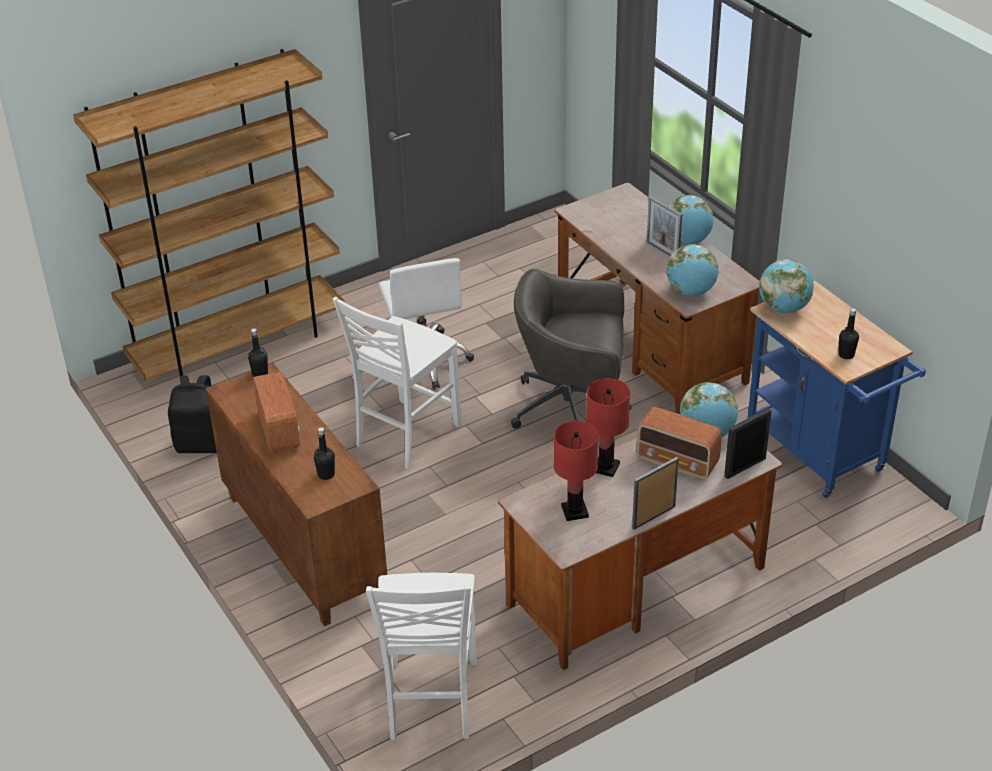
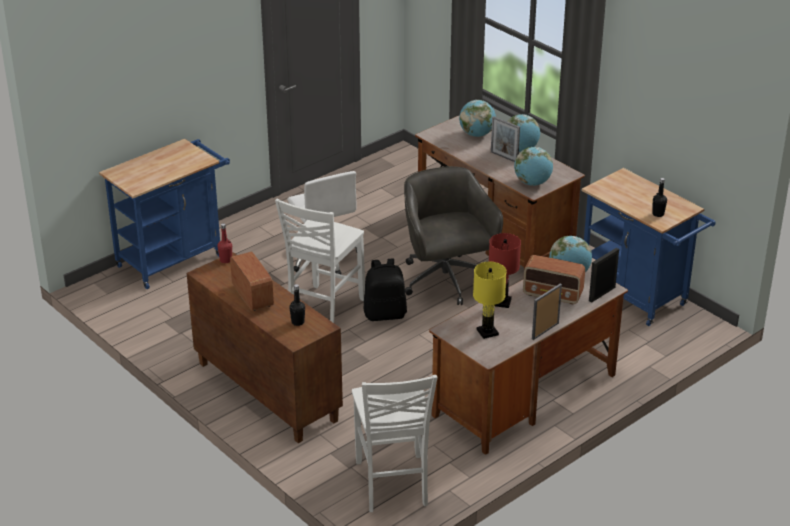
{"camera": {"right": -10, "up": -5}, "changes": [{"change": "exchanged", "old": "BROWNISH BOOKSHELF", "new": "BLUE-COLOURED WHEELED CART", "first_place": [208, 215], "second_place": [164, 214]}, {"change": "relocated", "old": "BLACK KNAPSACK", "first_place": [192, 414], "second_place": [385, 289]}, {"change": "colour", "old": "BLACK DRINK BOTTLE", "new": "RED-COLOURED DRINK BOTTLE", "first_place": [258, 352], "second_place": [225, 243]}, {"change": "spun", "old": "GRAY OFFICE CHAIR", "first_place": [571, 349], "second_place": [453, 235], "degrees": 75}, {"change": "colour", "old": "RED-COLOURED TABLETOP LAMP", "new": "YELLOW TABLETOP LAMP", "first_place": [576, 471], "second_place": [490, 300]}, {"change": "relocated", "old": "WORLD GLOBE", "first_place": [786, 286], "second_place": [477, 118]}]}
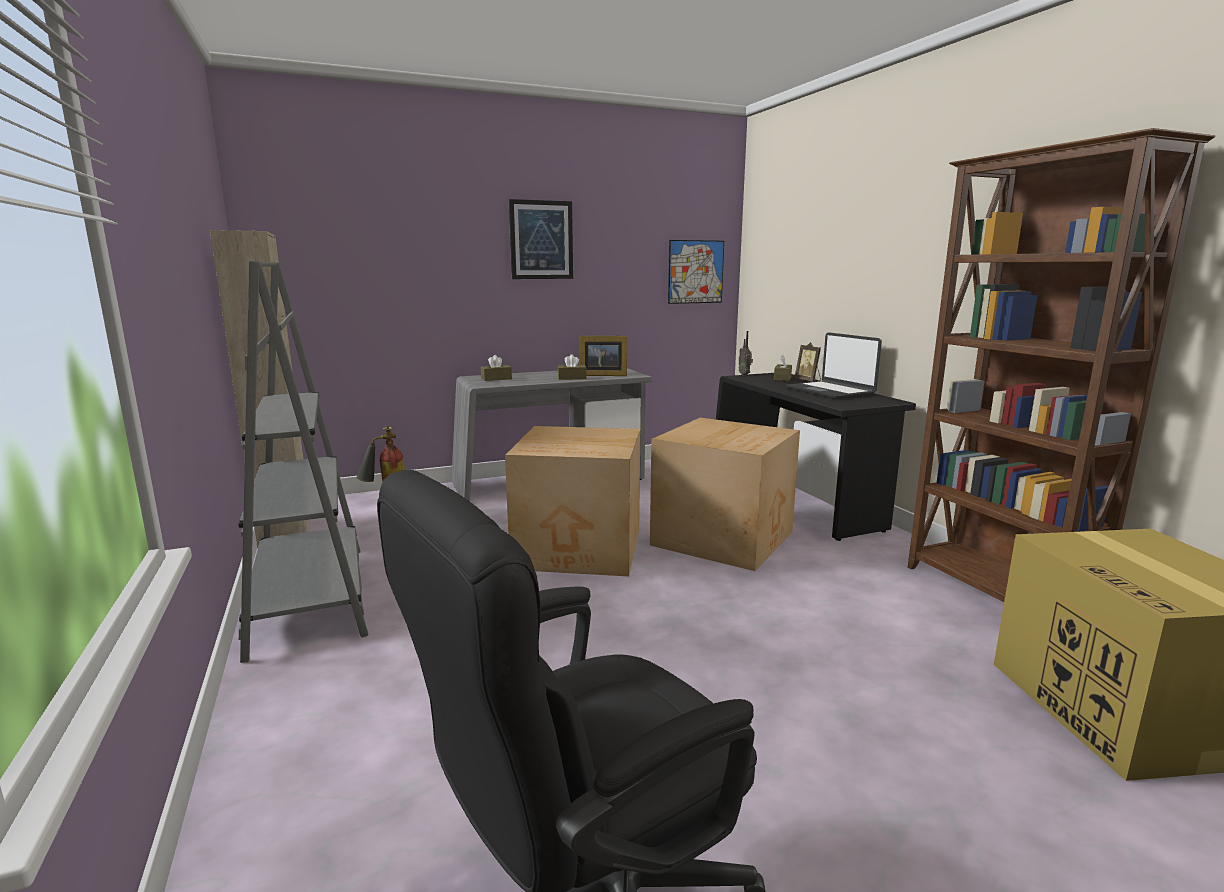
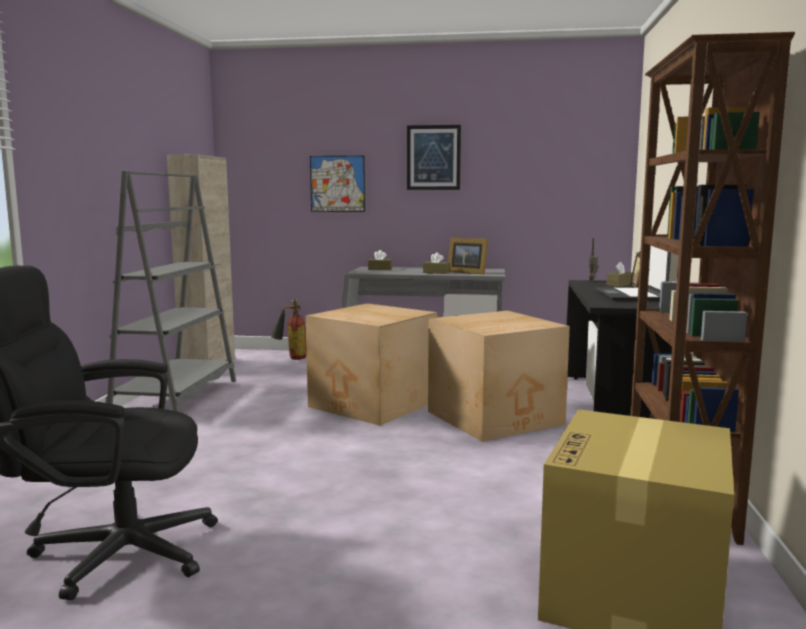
{"camera": {"right": 30, "up": -5}, "changes": [{"change": "relocated", "old": "WALL PICTURE", "first_place": [696, 272], "second_place": [337, 184]}]}
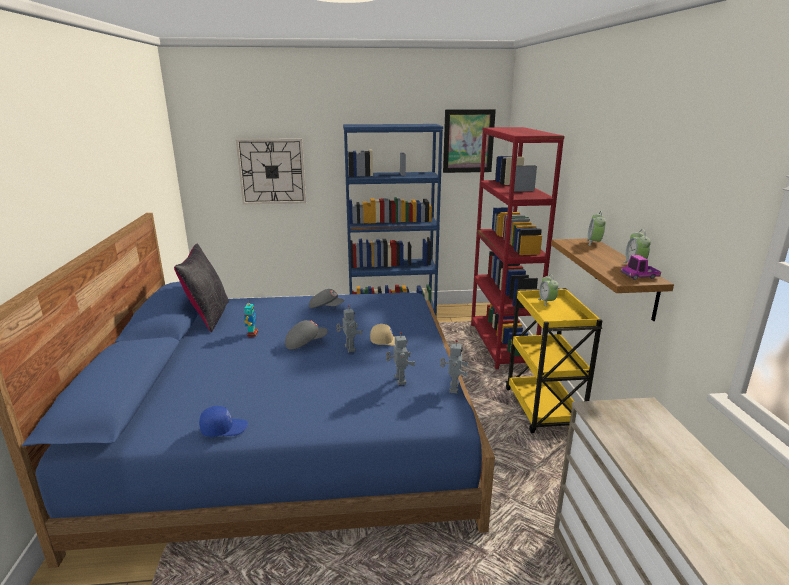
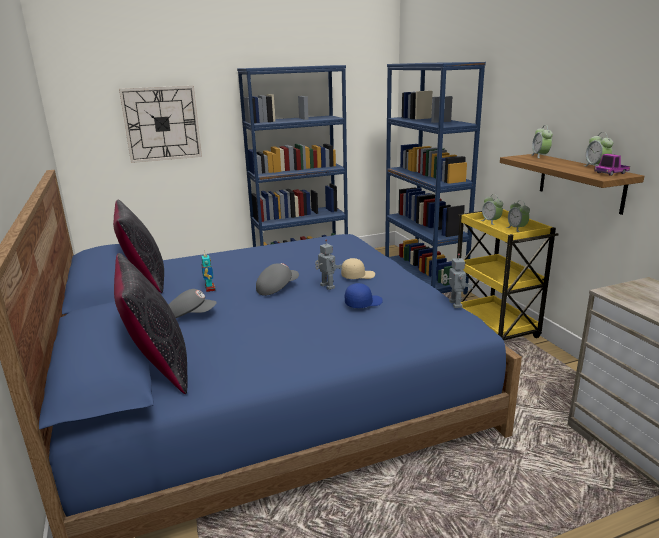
{"camera": {"right": -15, "up": 0}, "changes": [{"change": "relocated", "old": "BLUE-COLOURED BASEBALL CAP", "first_place": [223, 421], "second_place": [364, 295]}, {"change": "relocated", "old": "GRAY BASEBALL CAP", "first_place": [327, 298], "second_place": [193, 303]}, {"change": "missing", "old": "TOY ROBOT", "first_place": [400, 358]}, {"change": "missing", "old": "WALL PICTURE", "first_place": [469, 141]}, {"change": "colour", "old": "RED-COLOURED BOOKSHELF", "new": "BLUE-COLOURED BOOKSHELF", "first_place": [518, 248], "second_place": [435, 178]}, {"change": "appeared", "new": "BLACK THROW PILLOW", "second_place": [150, 323]}, {"change": "appeared", "new": "BEDSIDE CLOCK", "second_place": [518, 216]}]}
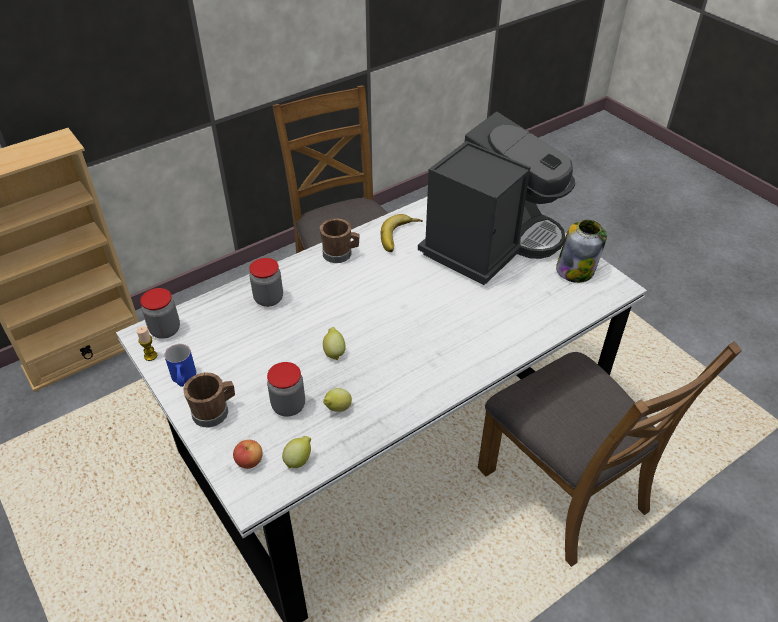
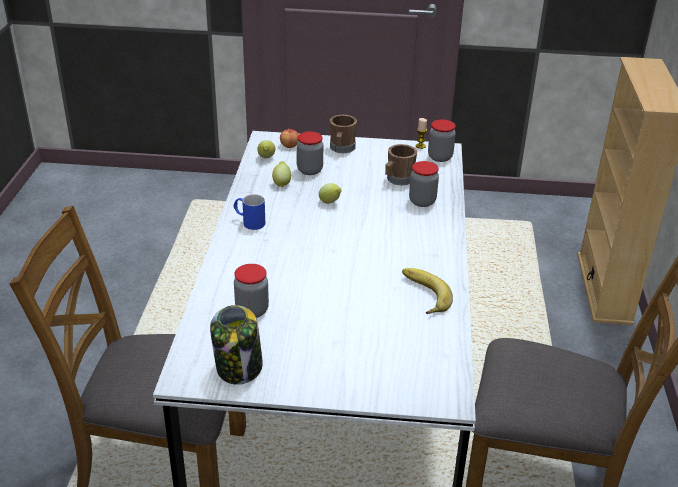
{"camera": {"right": 130, "up": -10}, "changes": [{"change": "relocated", "old": "BLUE-COLOURED TEA MUG", "first_place": [180, 365], "second_place": [249, 212]}, {"change": "relocated", "old": "BROWNISH TEA MUG", "first_place": [340, 240], "second_place": [401, 165]}, {"change": "missing", "old": "COFFEE BREWER", "first_place": [496, 198]}, {"change": "appeared", "new": "PRESERVE JAR", "second_place": [251, 291]}]}
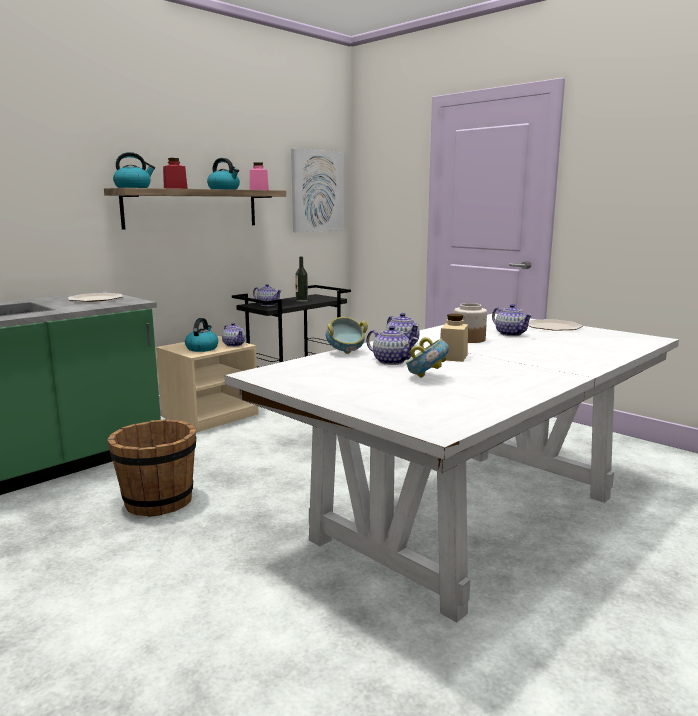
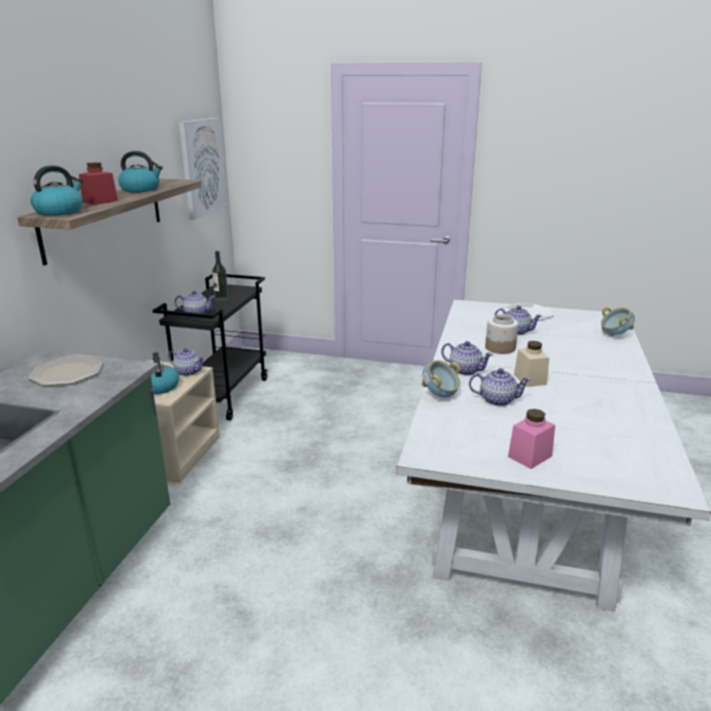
{"camera": {"right": -30, "up": 10}, "changes": [{"change": "missing", "old": "BROWNISH BUCKET", "first_place": [151, 468]}, {"change": "relocated", "old": "PINKISH PRESERVE JAR", "first_place": [259, 176], "second_place": [531, 439]}, {"change": "relocated", "old": "DEEP DISH", "first_place": [427, 357], "second_place": [618, 321]}]}
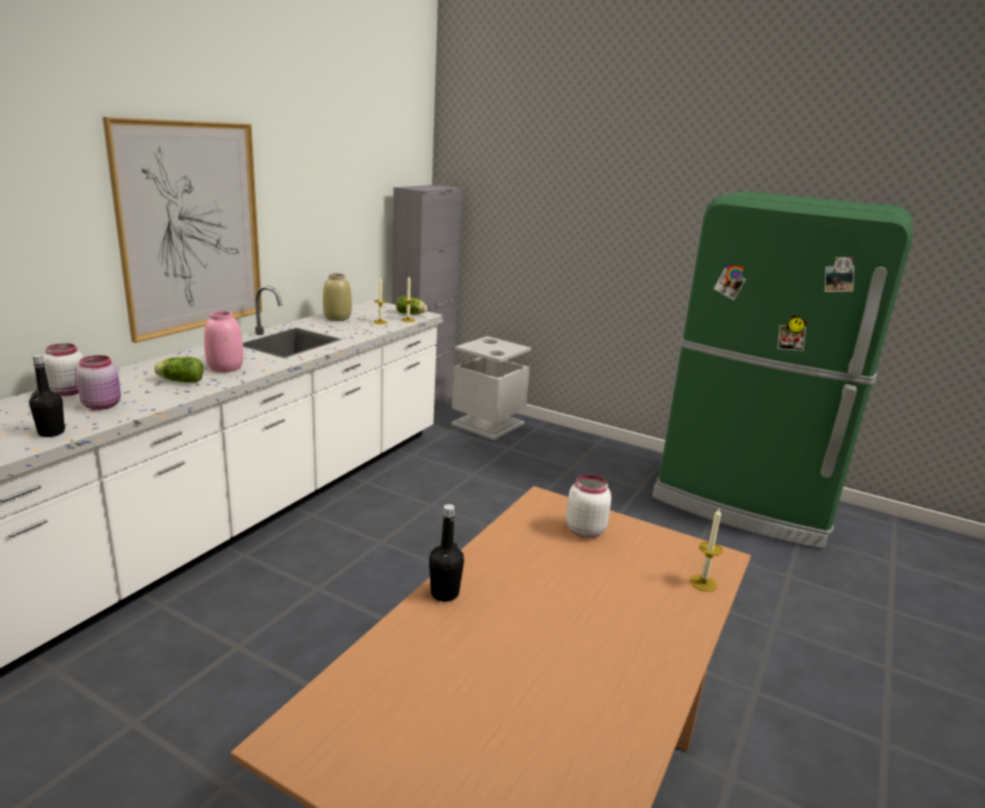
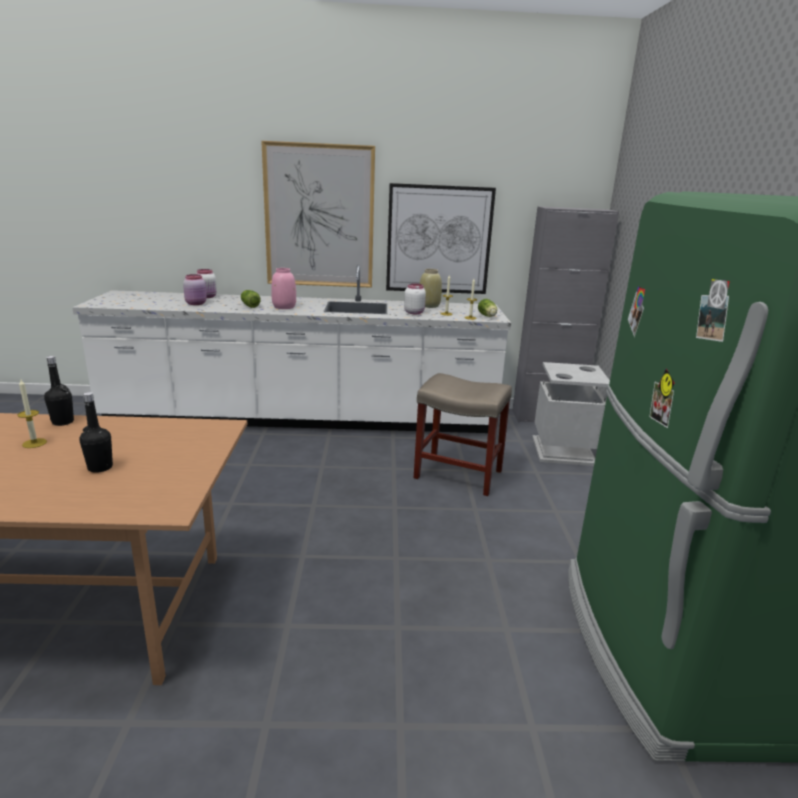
{"camera": {"right": 60, "up": 0}, "changes": [{"change": "relocated", "old": "BLACK DRINK BOTTLE", "first_place": [47, 396], "second_place": [96, 432]}, {"change": "relocated", "old": "WHITE-COLOURED PRESERVE JAR", "first_place": [589, 506], "second_place": [415, 298]}, {"change": "relocated", "old": "CANDLE", "first_place": [706, 549], "second_place": [32, 414]}, {"change": "appeared", "new": "WALL PICTURE", "second_place": [441, 238]}, {"change": "appeared", "new": "SAND-COLOURED SITTING STOOL", "second_place": [463, 434]}]}
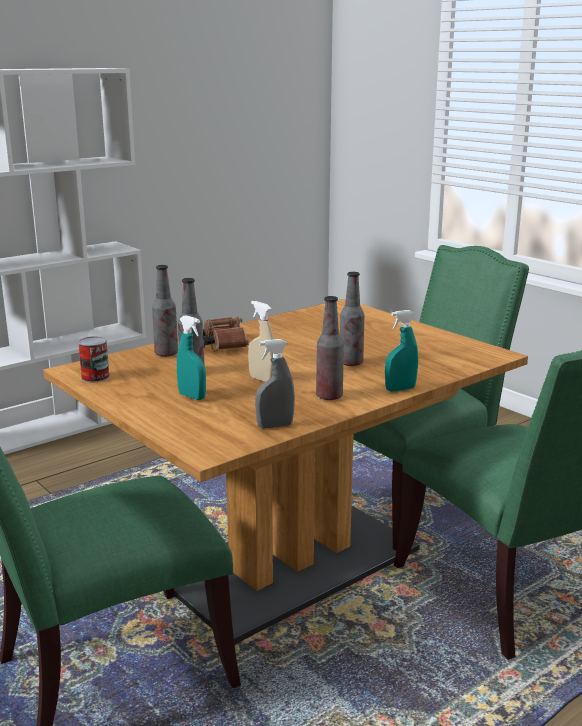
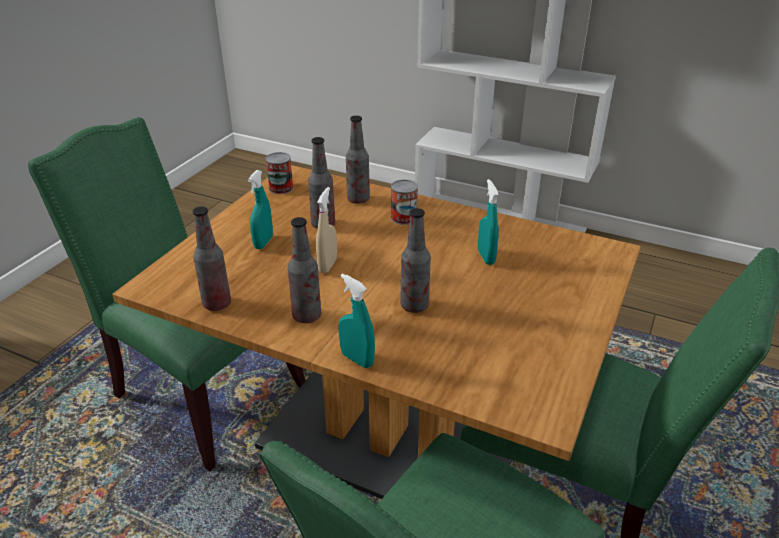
{"camera": {"right": 65, "up": 15}, "changes": [{"change": "exchanged", "old": "BROWNISH PAIR OF BINOCULARS", "new": "CAN", "first_place": [226, 334], "second_place": [404, 202]}, {"change": "exchanged", "old": "GRAY SPRAYER", "new": "DRINK BOTTLE", "first_place": [275, 383], "second_place": [211, 259]}, {"change": "appeared", "new": "BLUE-GREEN SPRAYER", "second_place": [488, 222]}]}
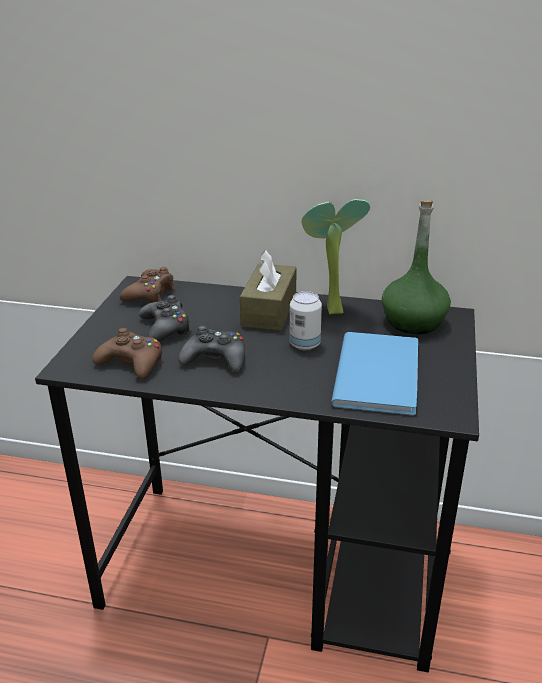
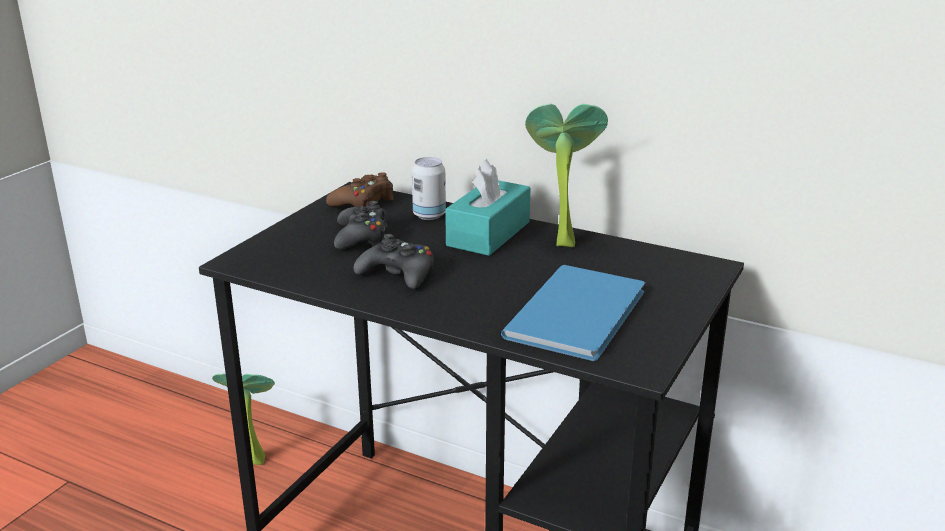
{"camera": {"right": 15, "up": -5}, "changes": [{"change": "missing", "old": "BROWNISH GAMEPAD", "first_place": [127, 353]}, {"change": "colour", "old": "BROWNISH TISSUE HOLDER", "new": "BLUE-GREEN TISSUE HOLDER", "first_place": [268, 290], "second_place": [488, 207]}, {"change": "relocated", "old": "CAN", "first_place": [306, 320], "second_place": [429, 188]}, {"change": "missing", "old": "GREEN-COLOURED DRINK BOTTLE", "first_place": [416, 267]}, {"change": "appeared", "new": "POTTED PLANT", "second_place": [243, 419]}]}
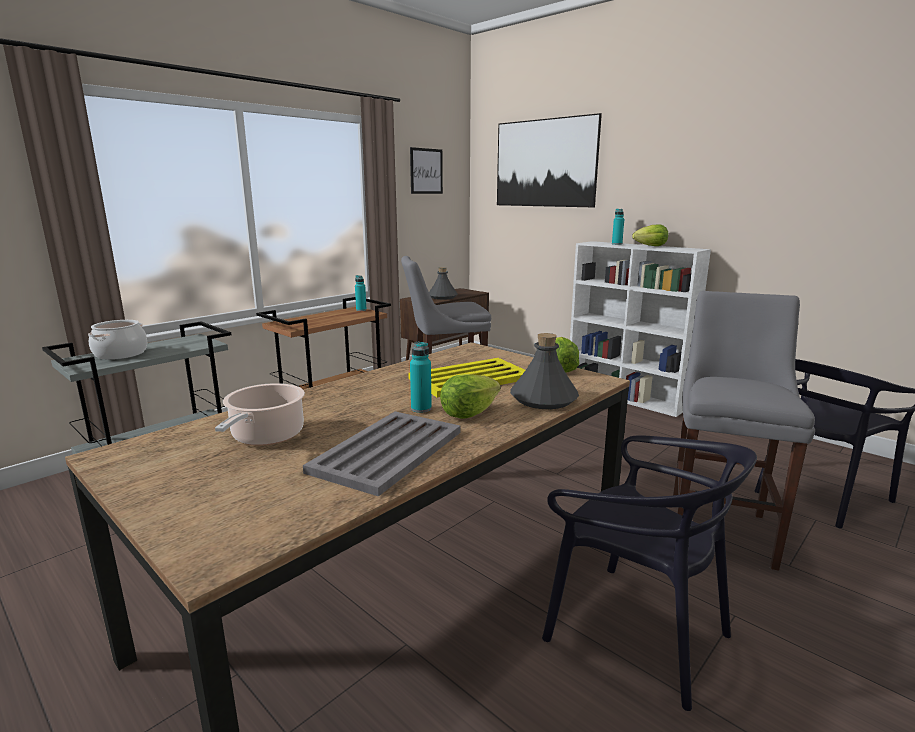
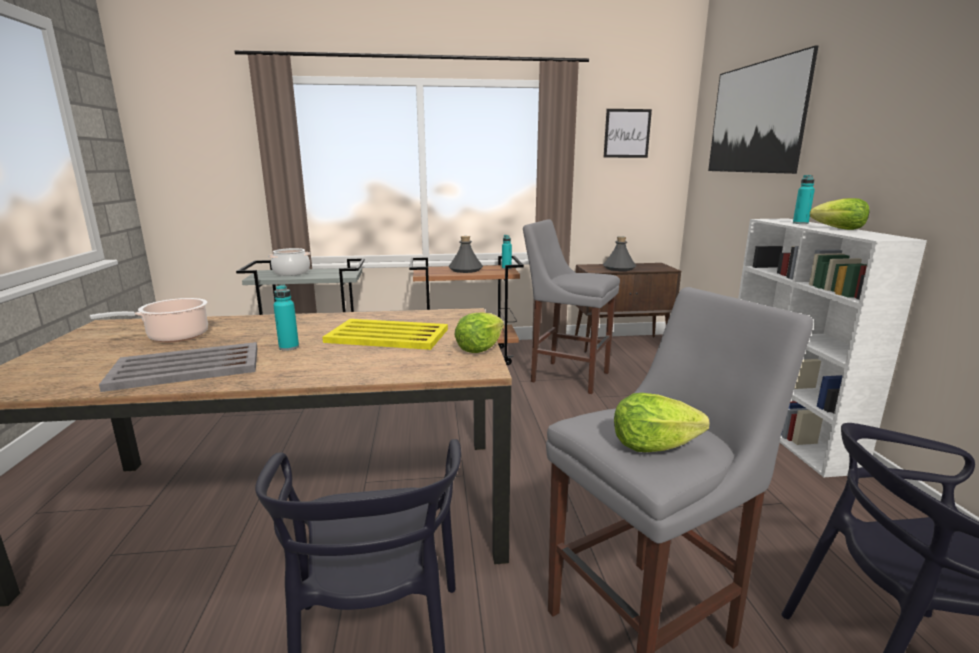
{"camera": {"right": 40, "up": 0}, "changes": [{"change": "relocated", "old": "LETTUCE", "first_place": [470, 396], "second_place": [662, 422]}, {"change": "relocated", "old": "GRAY DRINK BOTTLE", "first_place": [544, 371], "second_place": [466, 254]}]}
